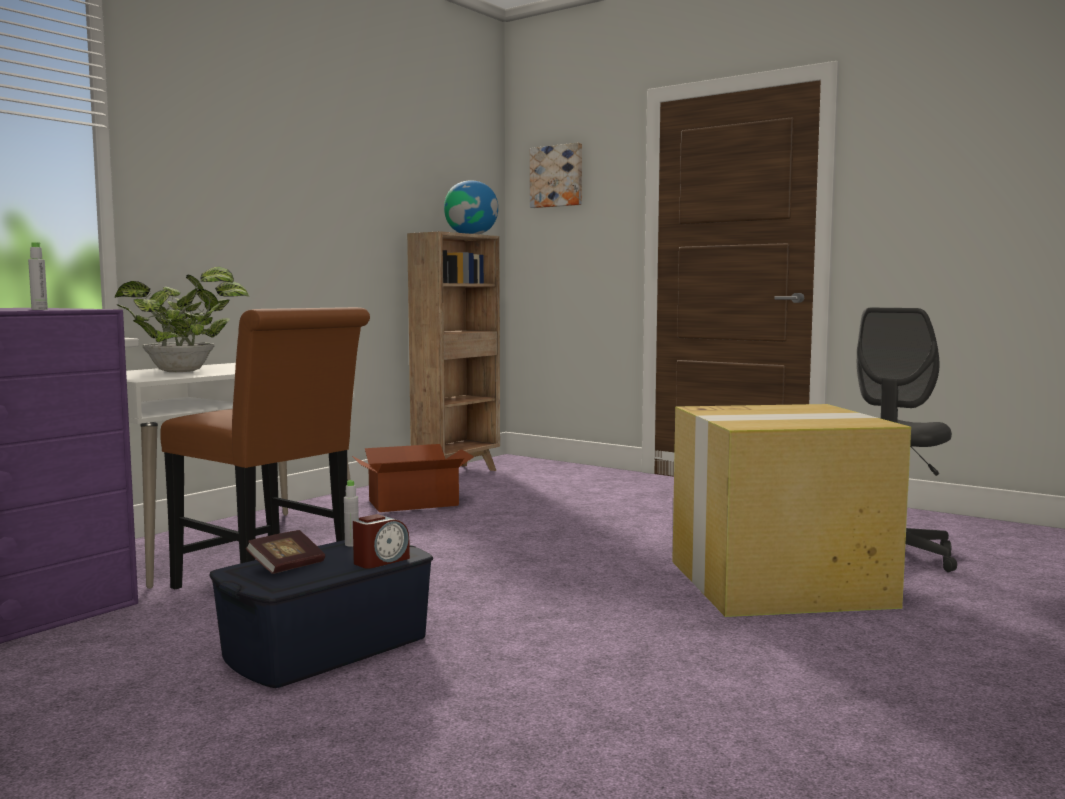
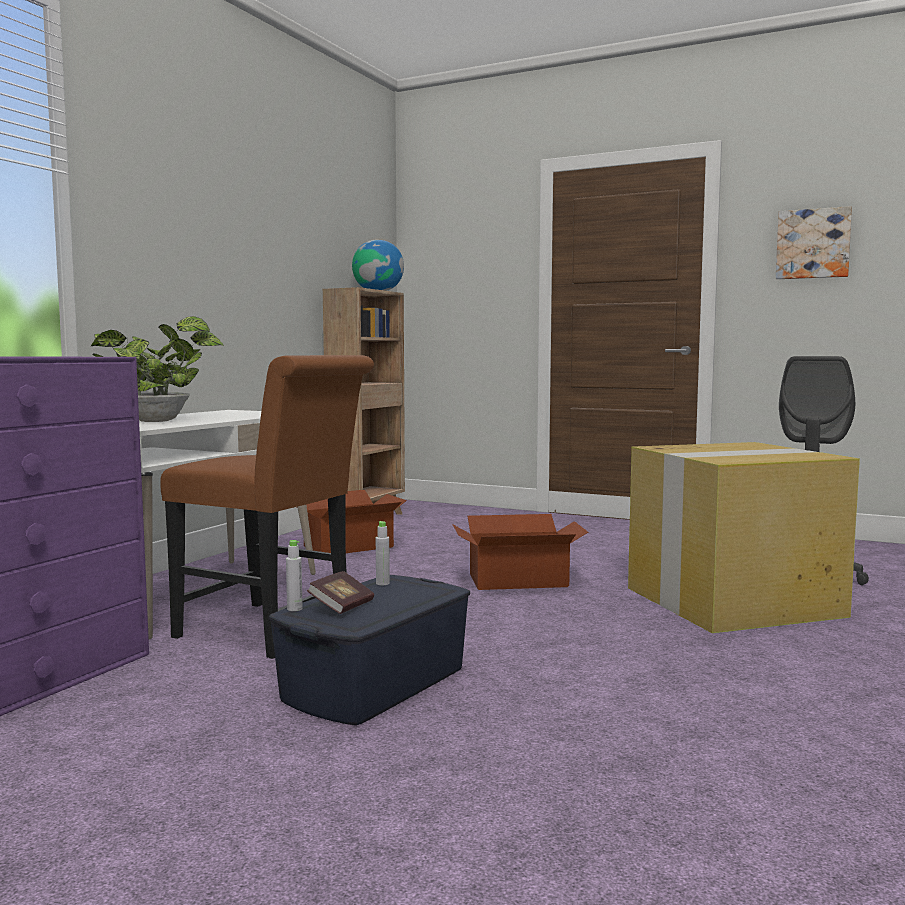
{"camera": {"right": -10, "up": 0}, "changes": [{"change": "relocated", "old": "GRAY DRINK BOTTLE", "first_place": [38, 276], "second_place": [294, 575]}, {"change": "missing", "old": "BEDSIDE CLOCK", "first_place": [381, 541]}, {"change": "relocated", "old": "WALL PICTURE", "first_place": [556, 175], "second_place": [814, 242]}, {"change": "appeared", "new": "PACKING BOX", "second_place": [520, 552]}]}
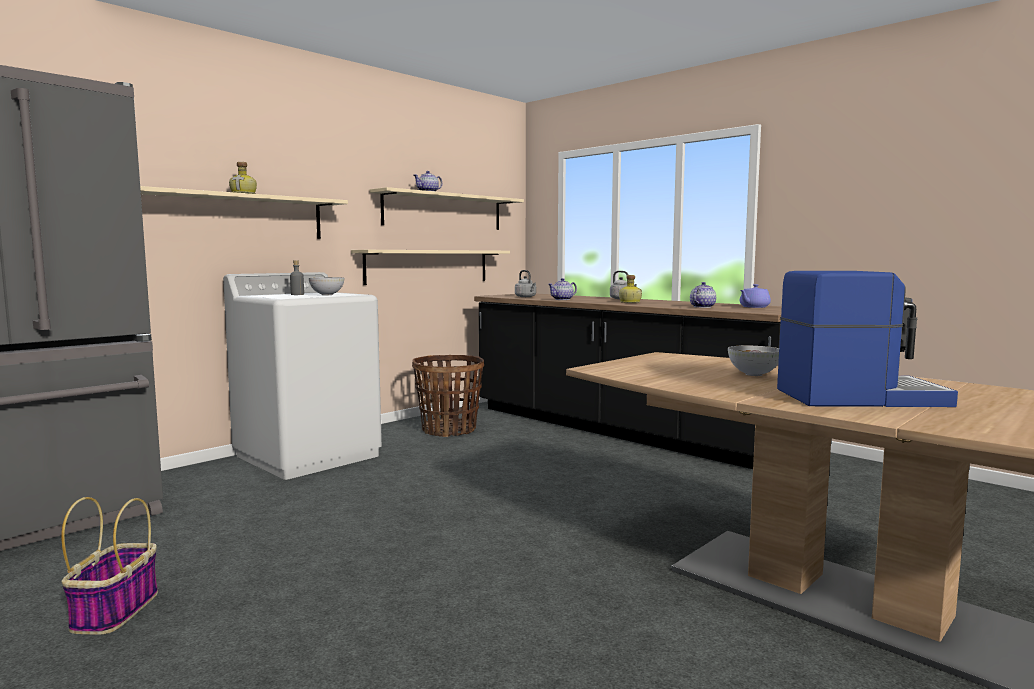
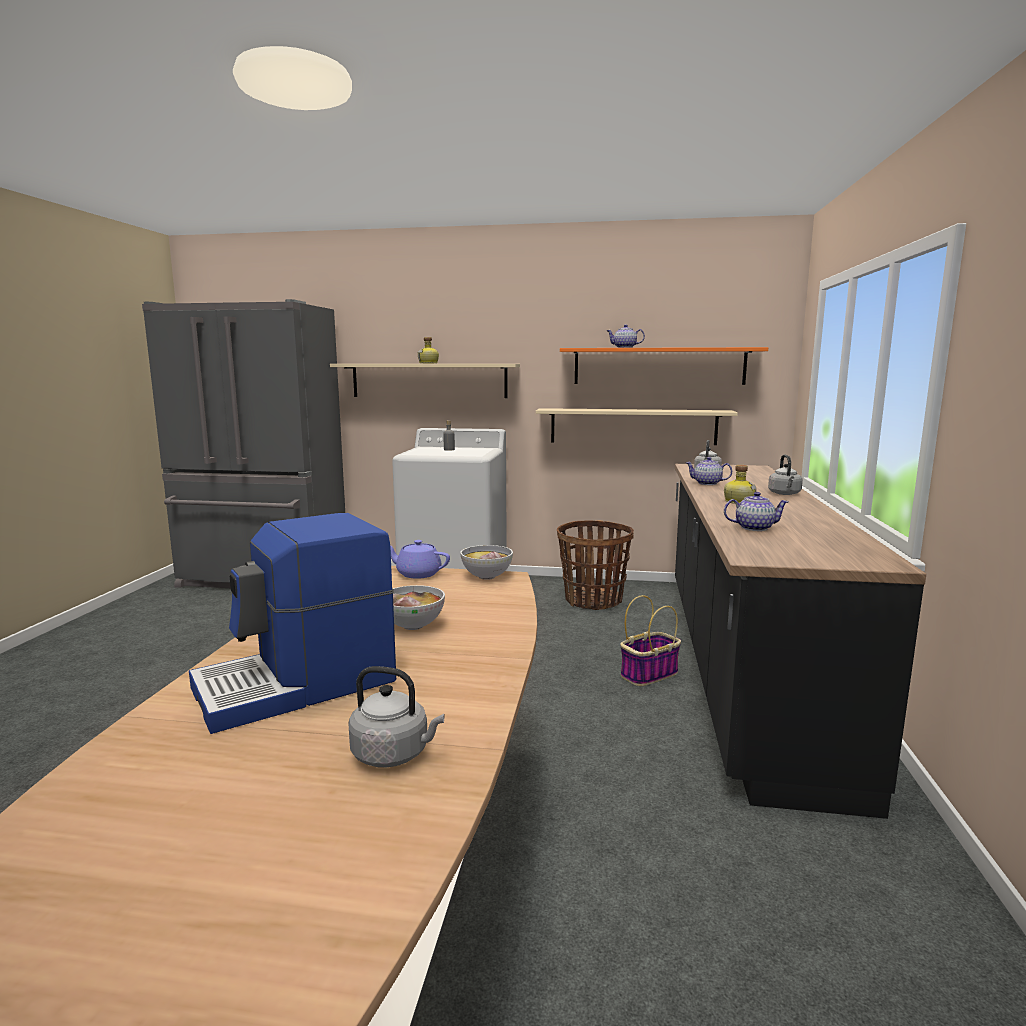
{"camera": {"right": 55, "up": 5}, "changes": [{"change": "relocated", "old": "STORAGE BASKET", "first_place": [109, 566], "second_place": [650, 640]}, {"change": "relocated", "old": "DEEP DISH", "first_place": [326, 286], "second_place": [486, 562]}, {"change": "colour", "old": "SAND-COLOURED WALL SHELF", "new": "ORANGEY WALL SHELF", "first_place": [446, 208], "second_place": [664, 366]}, {"change": "relocated", "old": "PURPLISH TEA POT", "first_place": [755, 296], "second_place": [420, 559]}, {"change": "spun", "old": "COFFEE BREWER", "first_place": [867, 339], "second_place": [292, 623], "degrees": 90}, {"change": "appeared", "new": "GRAY KETTLE", "second_place": [396, 716]}]}
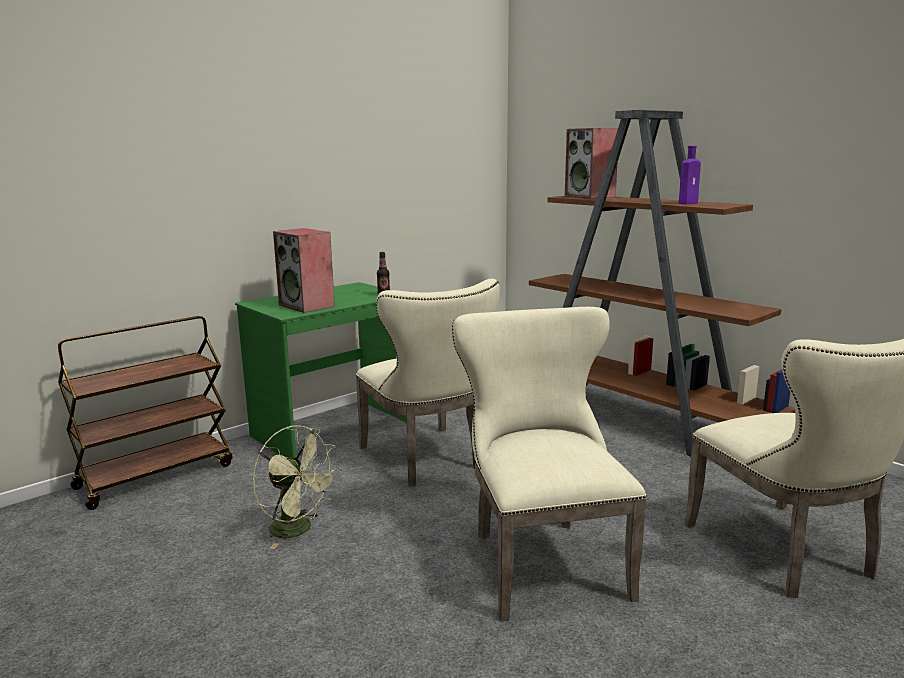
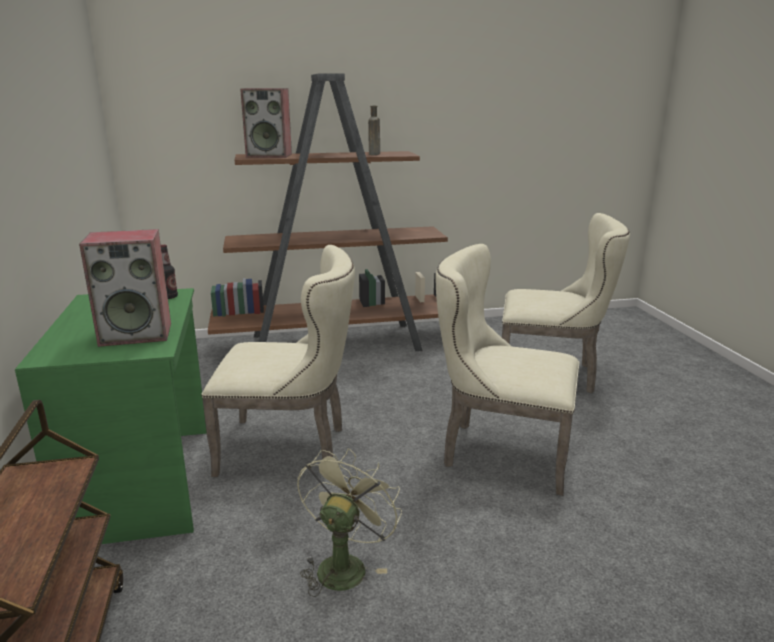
{"camera": {"right": -60, "up": 5}, "changes": [{"change": "spun", "old": "GREEN-COLOURED ELECTRIC FAN", "first_place": [296, 487], "second_place": [349, 523], "degrees": -45}, {"change": "colour", "old": "PURPLISH DRINK BOTTLE", "new": "BROWNISH DRINK BOTTLE", "first_place": [690, 175], "second_place": [374, 130]}]}
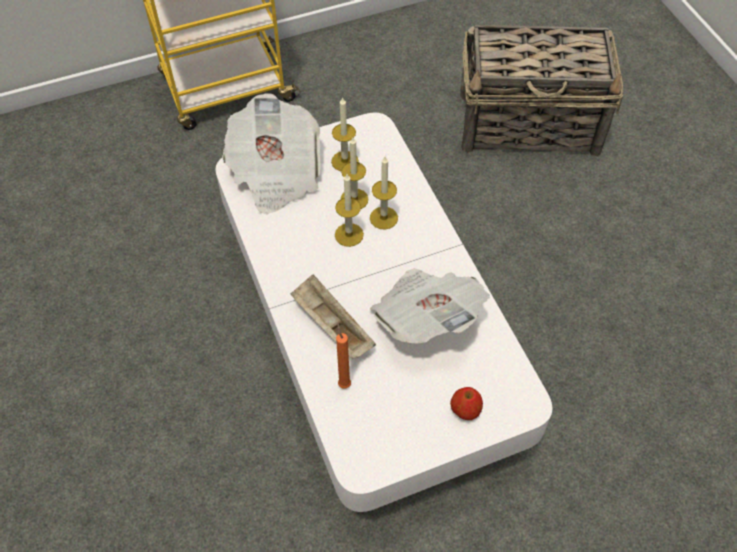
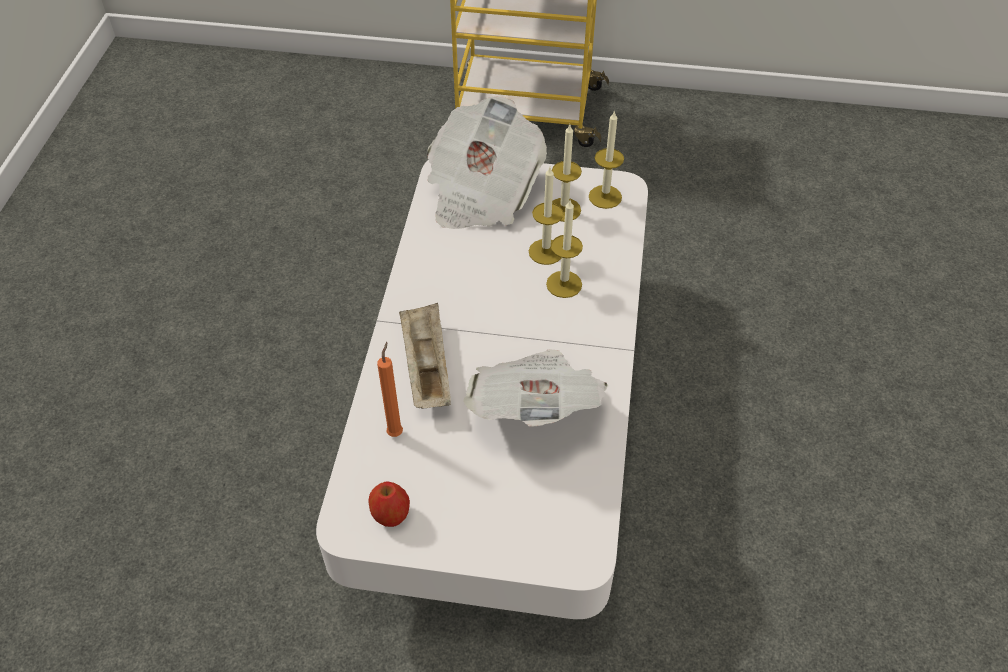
{"camera": {"right": 30, "up": -5}, "changes": [{"change": "relocated", "old": "CANDLE", "first_place": [349, 210], "second_place": [606, 159]}, {"change": "relocated", "old": "APPLE", "first_place": [466, 403], "second_place": [389, 504]}, {"change": "missing", "old": "STORAGE BASKET", "first_place": [541, 90]}]}
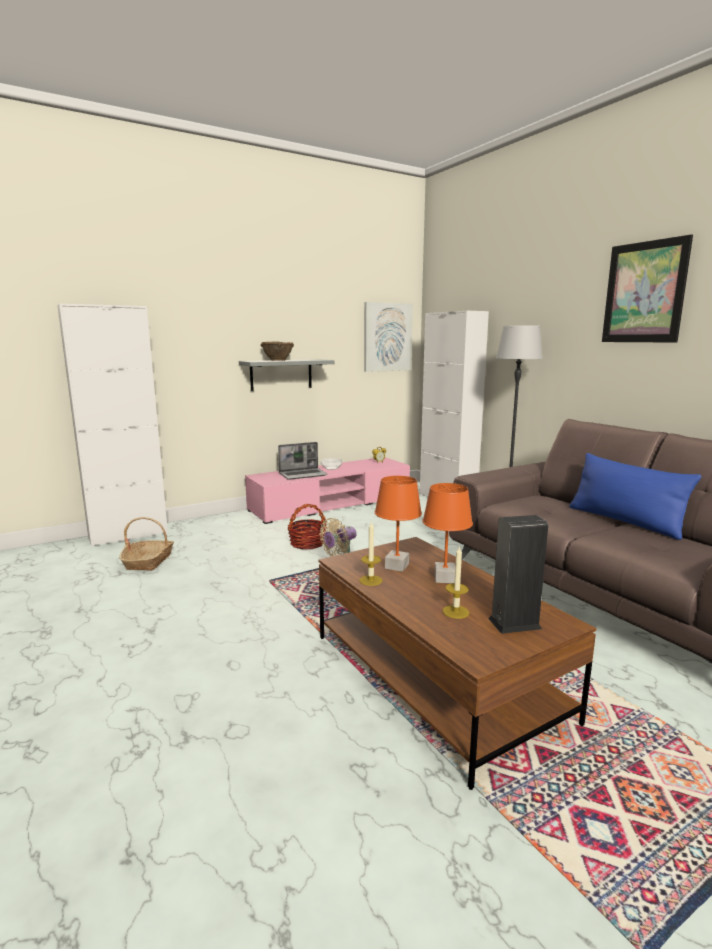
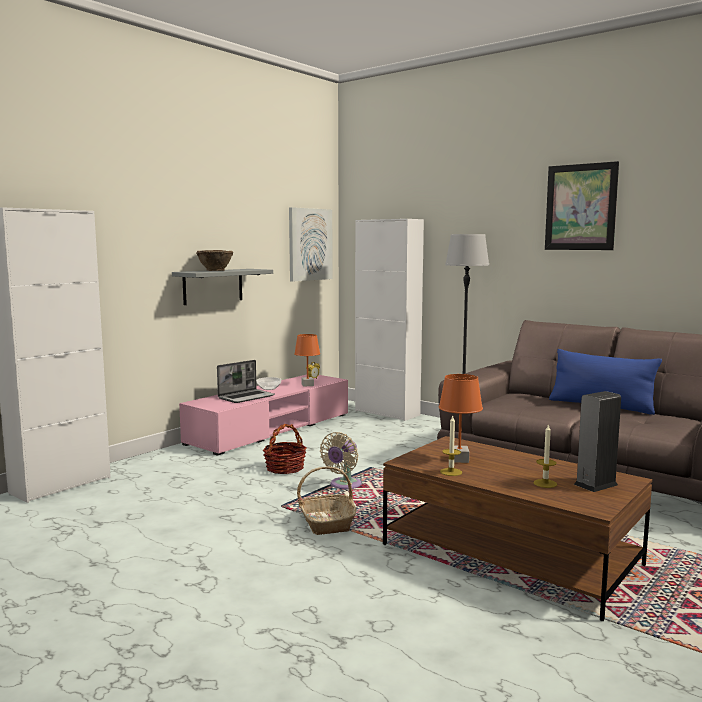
{"camera": {"right": -20, "up": -5}, "changes": [{"change": "relocated", "old": "STORAGE BASKET", "first_place": [146, 544], "second_place": [326, 500]}, {"change": "relocated", "old": "ORANGEY TABLETOP LAMP", "first_place": [447, 533], "second_place": [307, 360]}]}
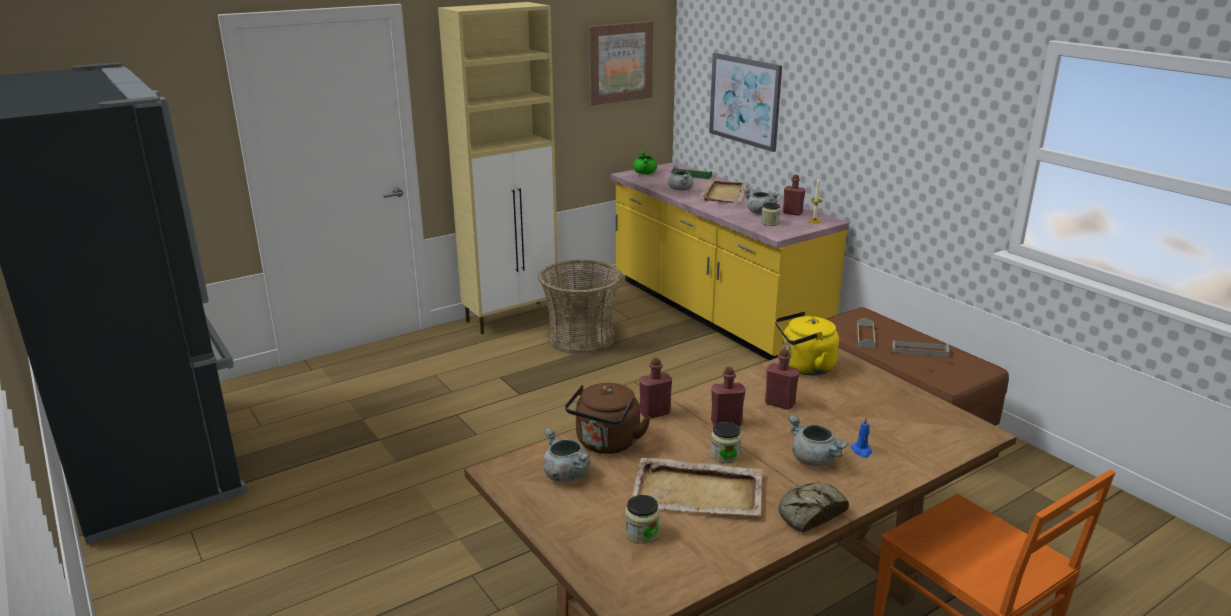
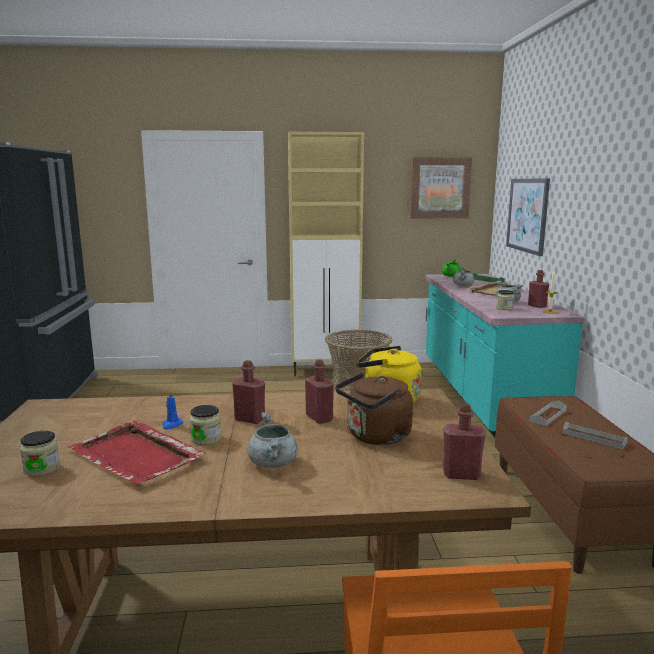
{"camera": {"right": 30, "up": -10}, "changes": [{"change": "missing", "old": "GRAY STOCKPOT", "first_place": [566, 455]}, {"change": "relocated", "old": "BROWNISH KETTLE", "first_place": [608, 418], "second_place": [374, 408]}, {"change": "colour", "old": "YELLOW COUNTER", "new": "BLUE-GREEN COUNTER", "first_place": [730, 261], "second_place": [504, 355]}, {"change": "colour", "old": "SAND-COLOURED TRAY", "new": "RED-COLOURED TRAY", "first_place": [697, 487], "second_place": [136, 452]}, {"change": "relocated", "old": "RED-COLOURED DRINK BOTTLE", "first_place": [655, 388], "second_place": [464, 441]}, {"change": "missing", "old": "BAKERY BREAD", "first_place": [813, 507]}, {"change": "relocated", "old": "BLUE-COLOURED CANDLE", "first_place": [861, 438], "second_place": [172, 410]}]}
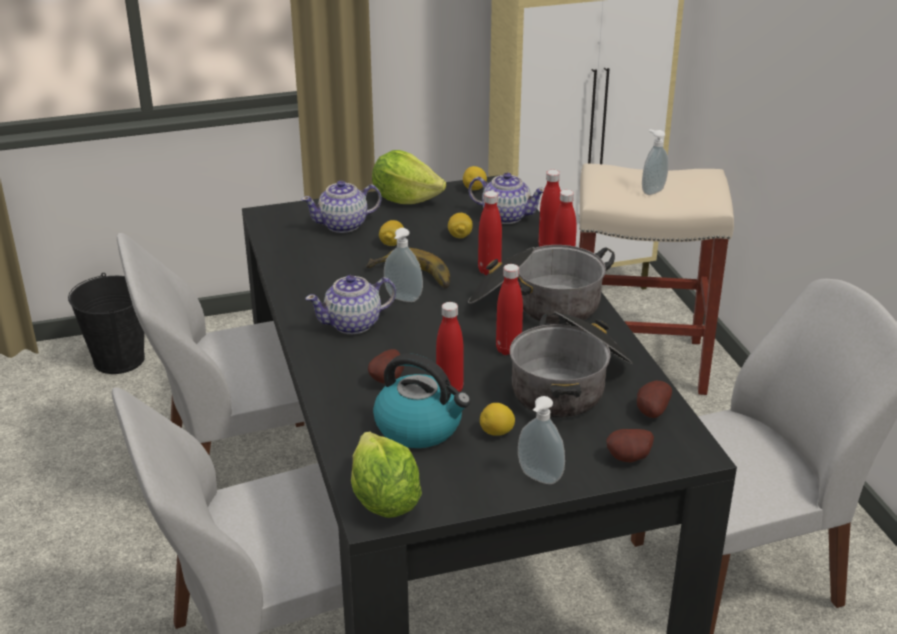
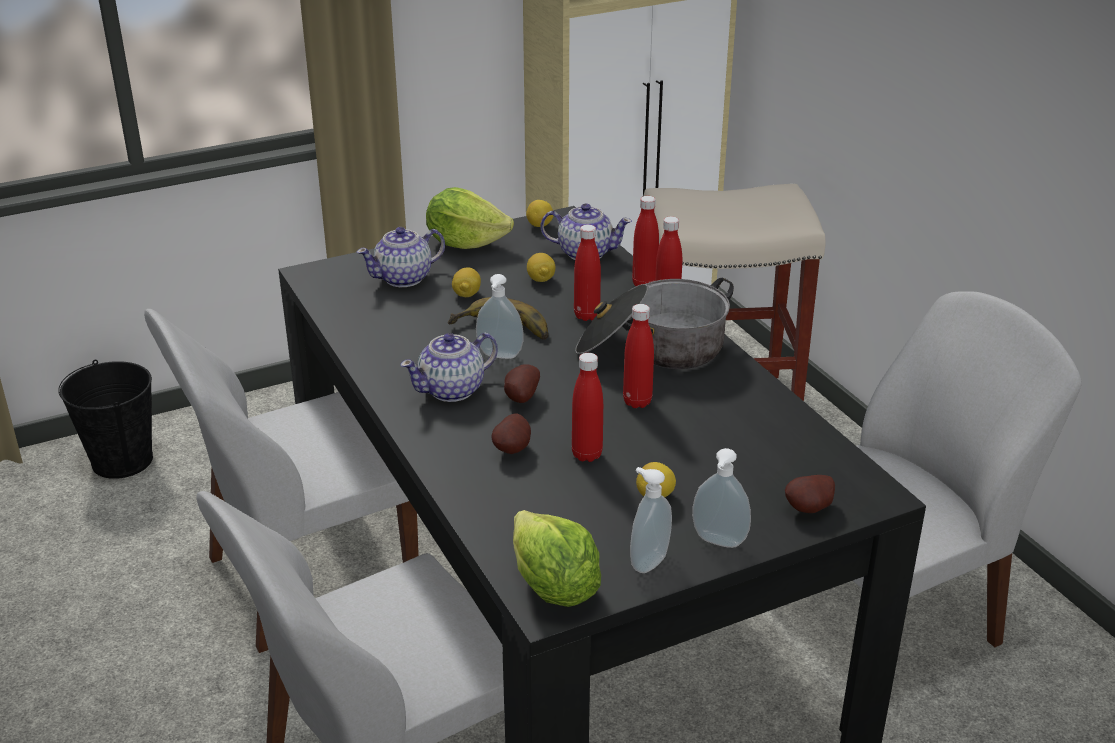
{"camera": {"right": -10, "up": 0}, "changes": [{"change": "missing", "old": "KETTLE", "first_place": [422, 400]}, {"change": "missing", "old": "STOCKPOT", "first_place": [571, 364]}, {"change": "relocated", "old": "WHOLE POTATO", "first_place": [654, 399], "second_place": [522, 383]}, {"change": "relocated", "old": "LIQUID SOAP BOTTLE", "first_place": [655, 162], "second_place": [651, 520]}]}
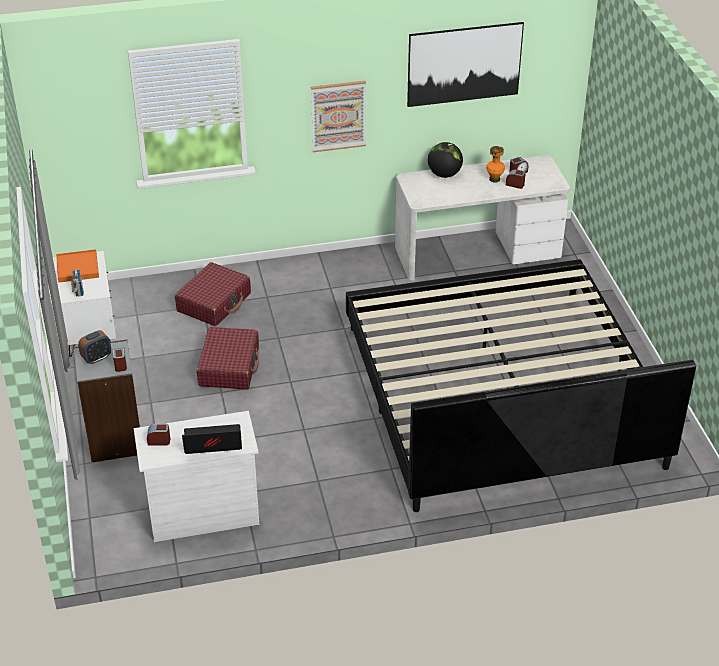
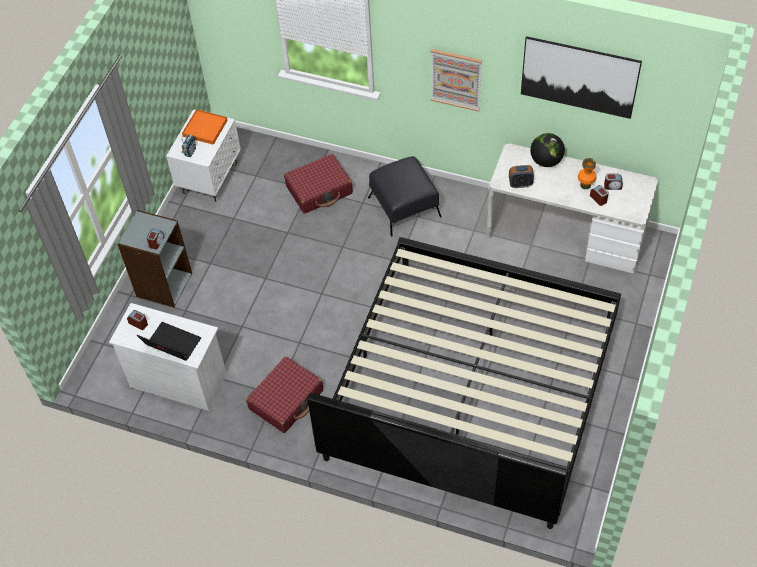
{"camera": {"right": 35, "up": 15}, "changes": [{"change": "relocated", "old": "BEDSIDE CLOCK", "first_place": [94, 347], "second_place": [521, 176]}, {"change": "relocated", "old": "RED-COLOURED PIECE OF LUGGAGE", "first_place": [228, 358], "second_place": [284, 394]}, {"change": "appeared", "new": "BLACK POUFFE", "second_place": [405, 196]}]}
